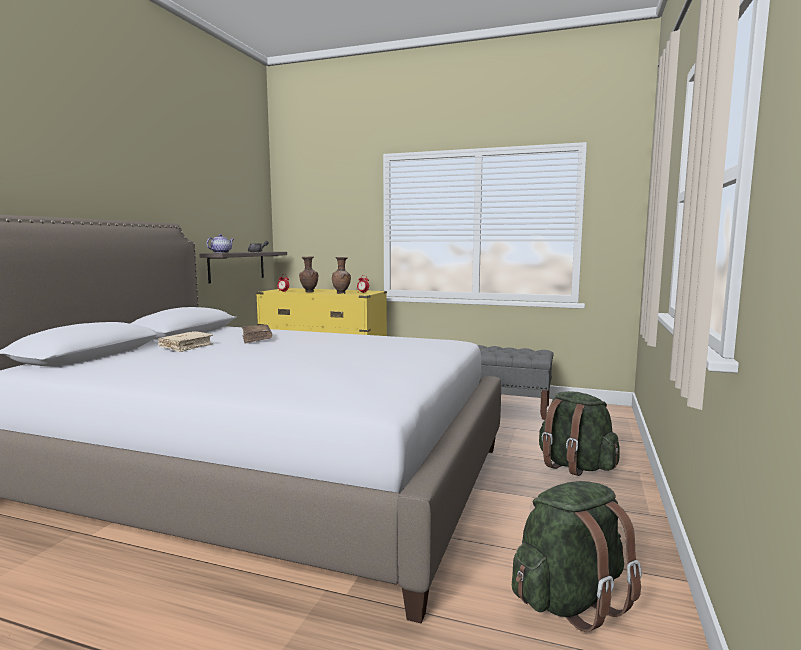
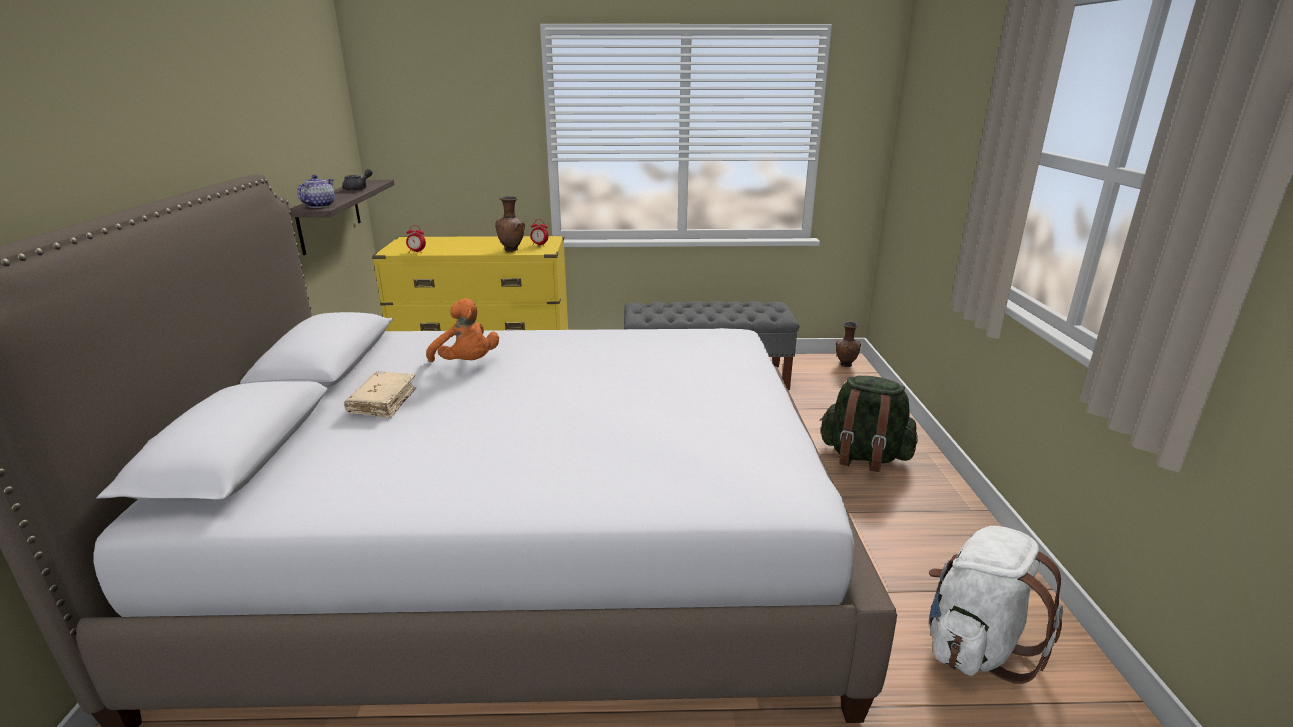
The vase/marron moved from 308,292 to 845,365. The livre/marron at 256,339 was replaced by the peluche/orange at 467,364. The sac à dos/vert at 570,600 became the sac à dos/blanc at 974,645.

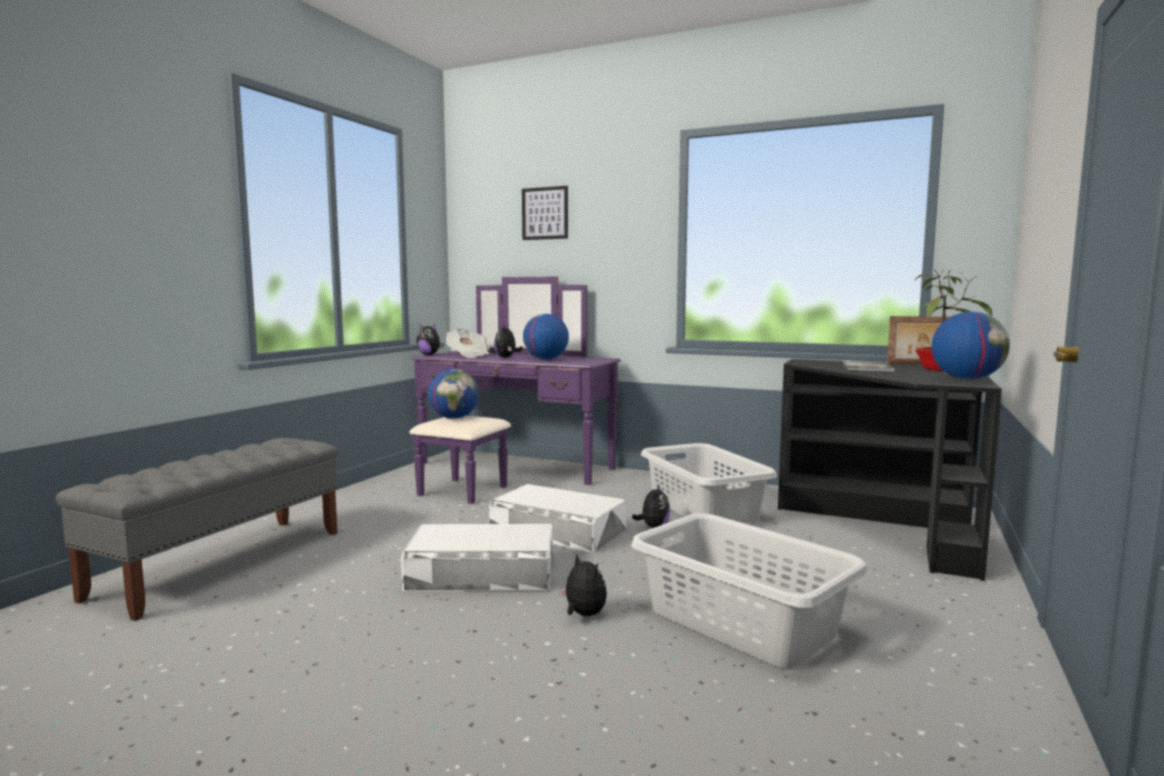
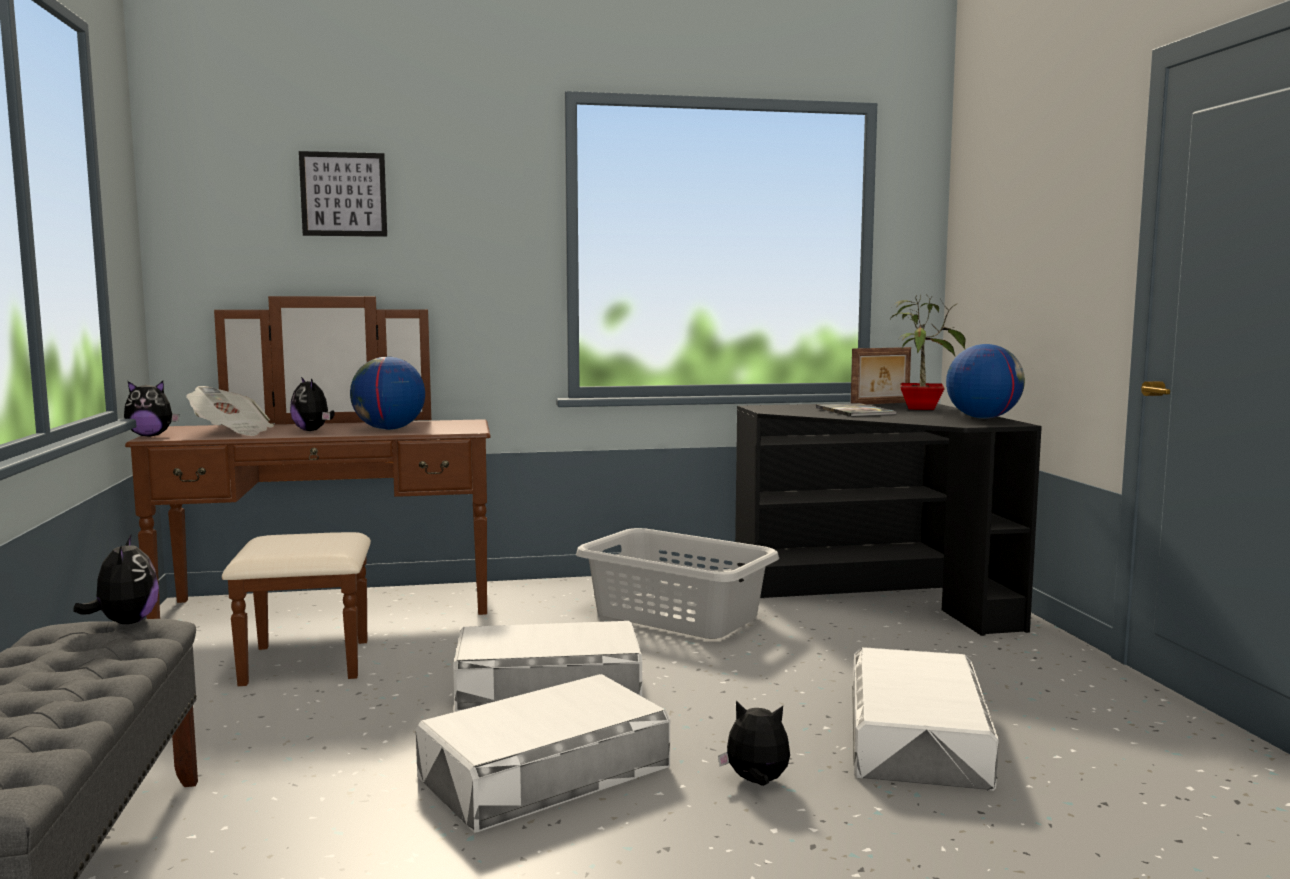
The commode/violet at 505,471 became the commode/marron at 326,618. The globe at 454,418 disappeared. The peluche moved from 653,527 to 125,623. The panier à linge/gris at 741,623 was replaced by the boîte de rangement/blanc at 917,737.

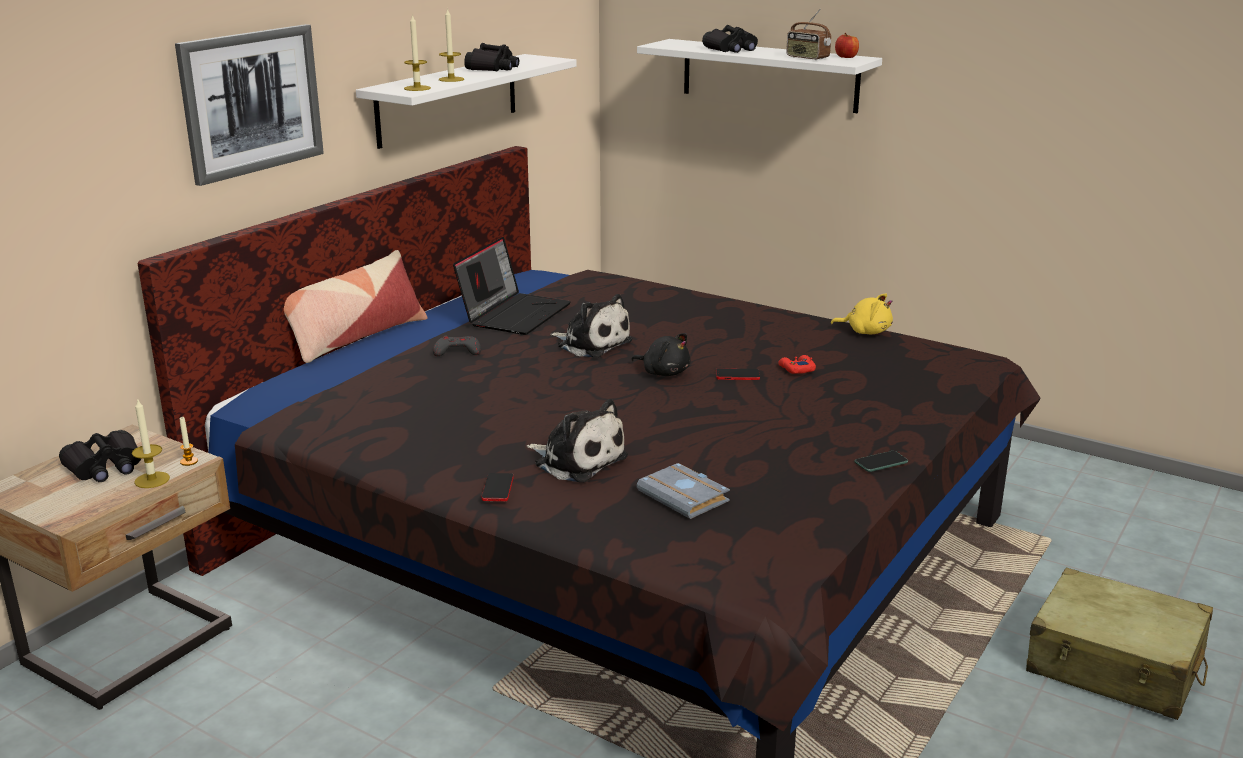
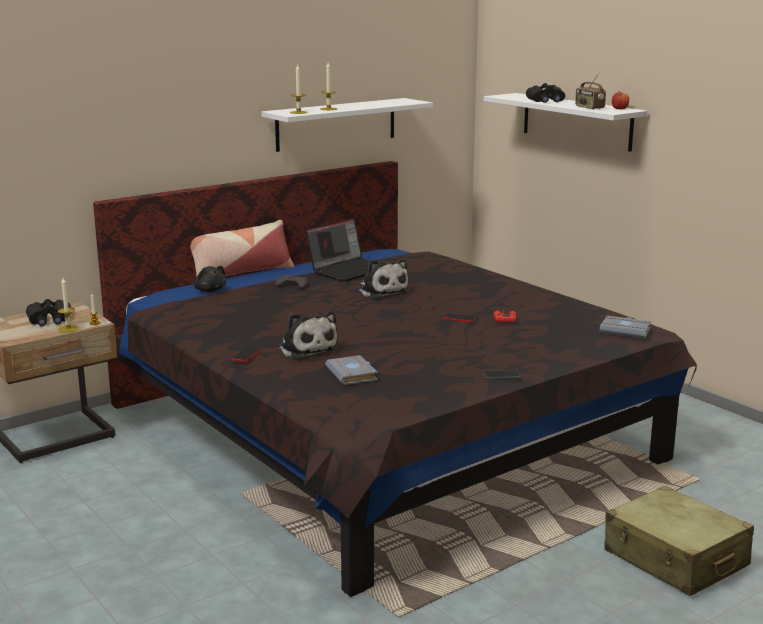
The tableau at 252,102 disappeared. The jumelles/noir at 493,68 disappeared. The peluche/jaune at 865,331 disappeared. The peluche/noir moved from 664,372 to 210,290. The livre/gris at 626,331 appeared.

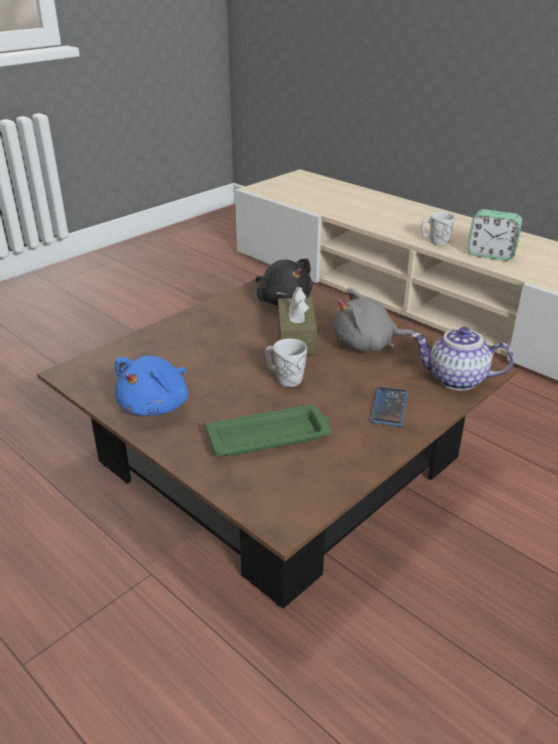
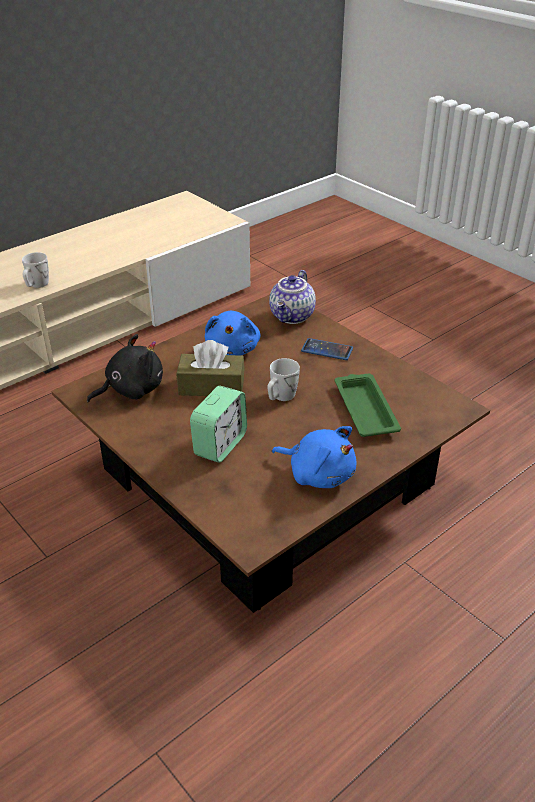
The réveil moved from 491,254 to 220,445. The peluche/gris at 367,345 became the peluche/bleu at 233,349.

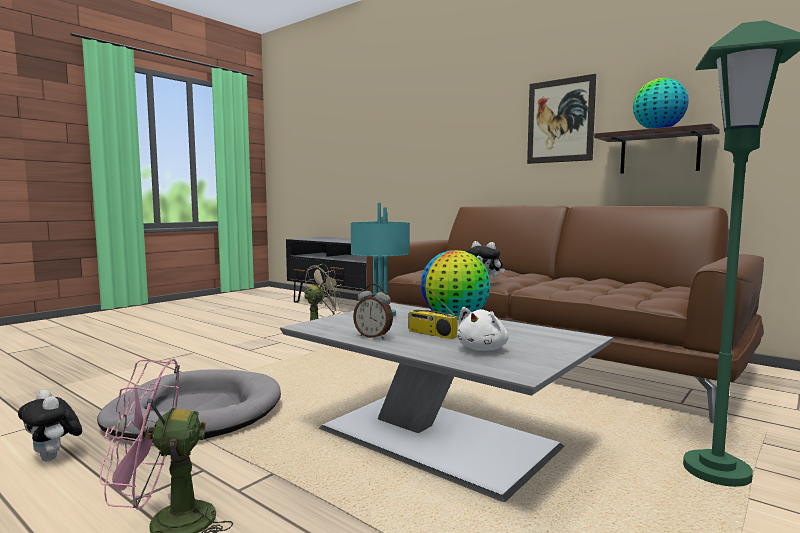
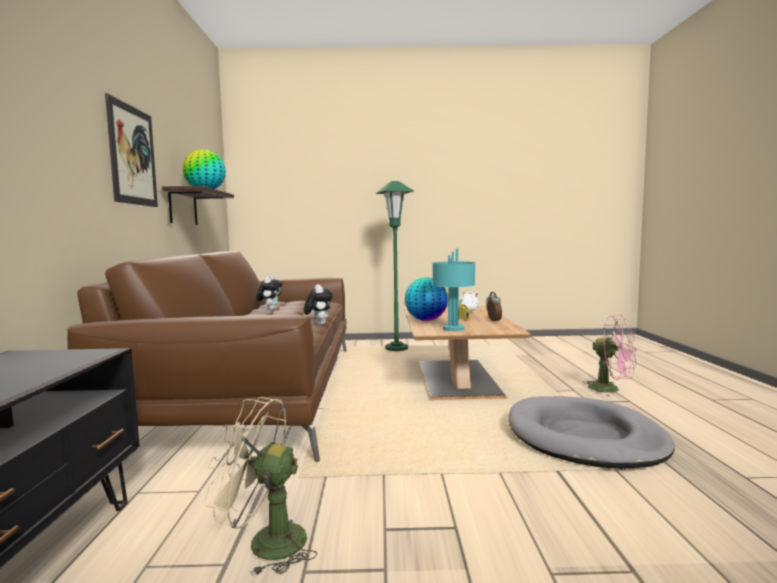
The table basse/gris at 441,439 became the table basse/marron at 455,378. The peluche moved from 54,458 to 270,309.

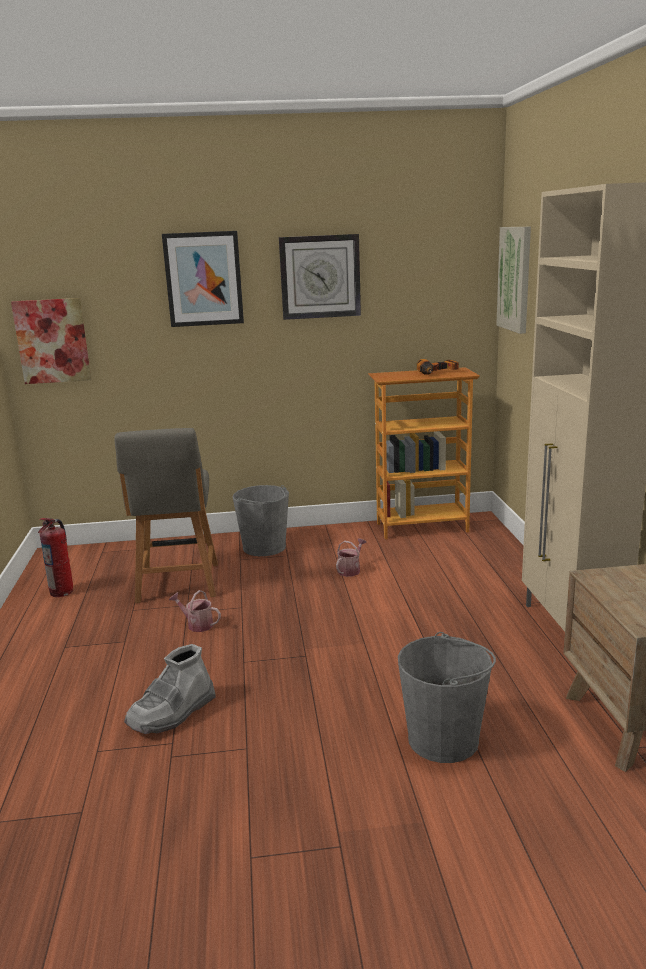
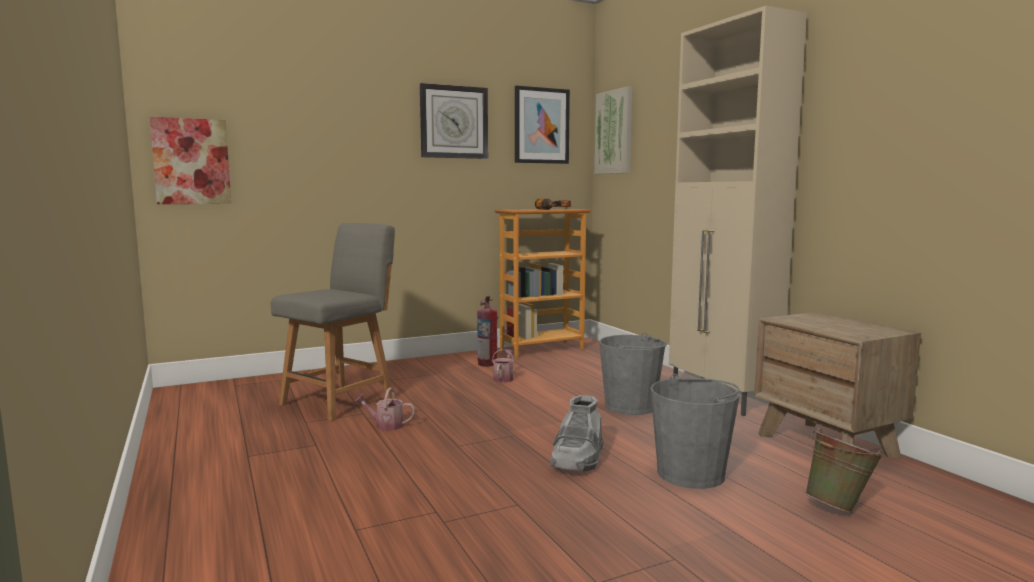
The tableau moved from 203,279 to 541,126. The chaise/gris at 178,584 turned 120 degrees counterclockwise. The seau/gris moved from 264,547 to 630,406. The extincteur moved from 62,591 to 487,364. The botte/gris moved from 172,713 to 577,459. The seau/vert at 839,507 appeared.

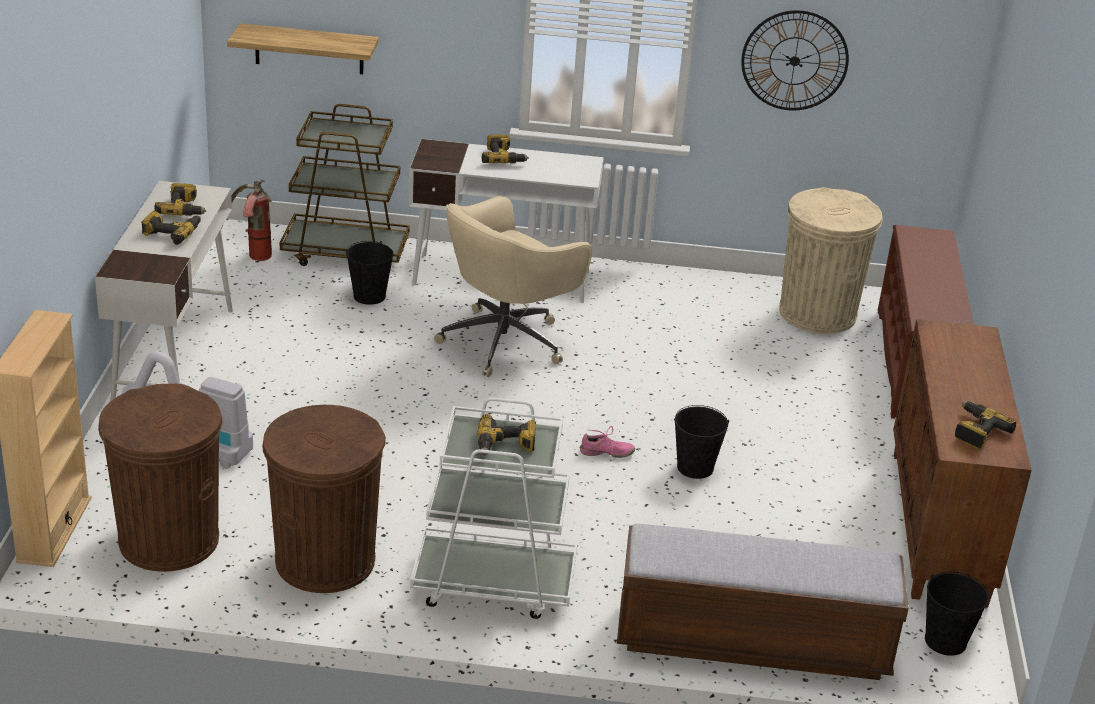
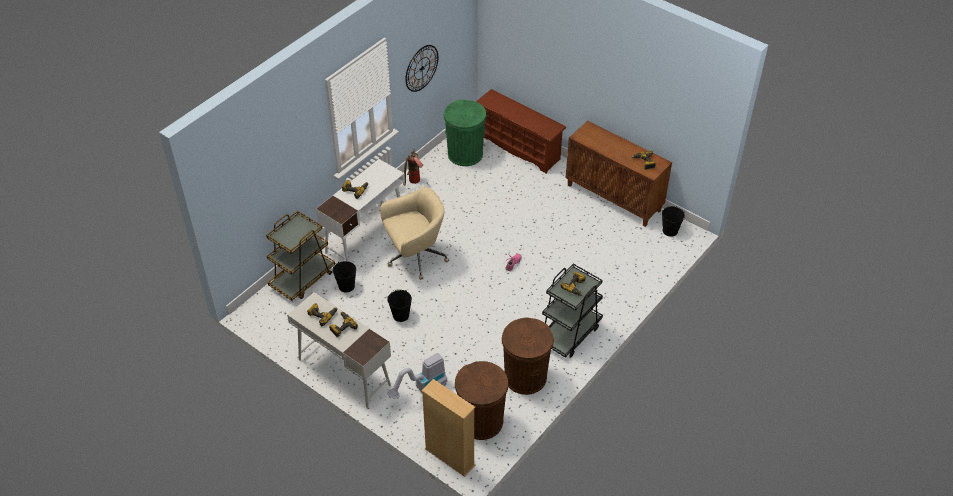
The étagère at 309,49 disappeared. The extincteur moved from 251,256 to 413,183. The poubelle/beige at 817,313 became the poubelle/vert at 465,154. The chaise de bureau/beige at 506,341 turned 105 degrees counterclockwise. The chariot/blanc at 493,584 became the chariot/noir at 569,333. The seau/noir moved from 695,468 to 401,315. The banc at 752,641 disappeared.

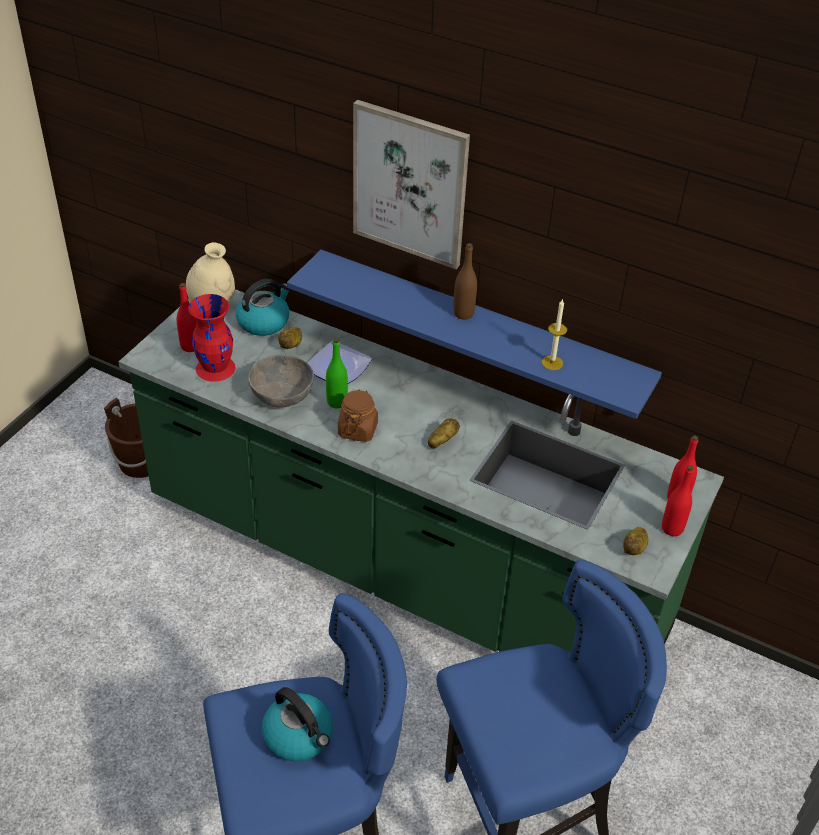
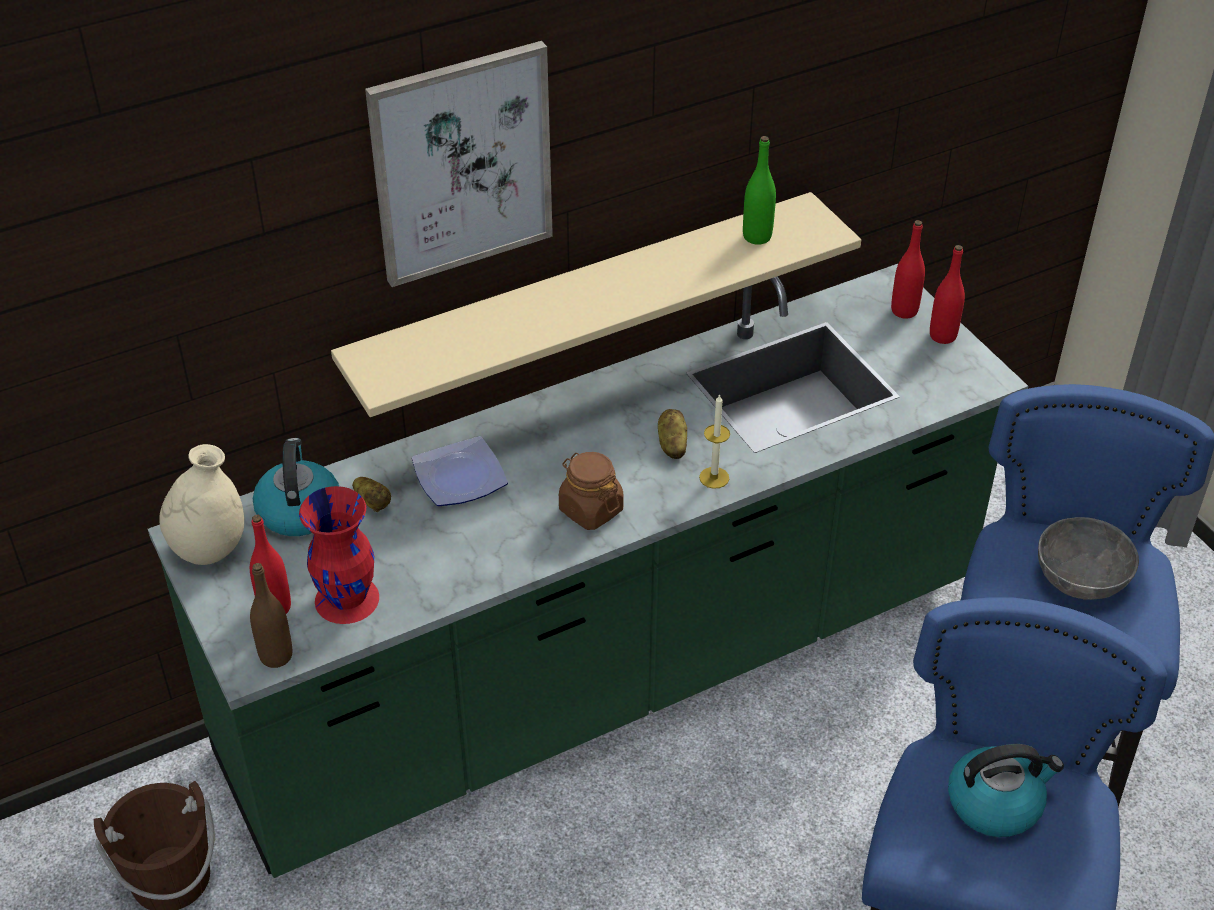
The bouteille/marron moved from 463,313 to 276,656. The étagère/bleu at 480,332 became the étagère/beige at 584,303. The bougie moved from 552,363 to 714,477. The bouteille/vert moved from 337,402 to 757,236. The bol/gris moved from 282,395 to 1080,578. The pomme de terre at 634,548 disappeared.

